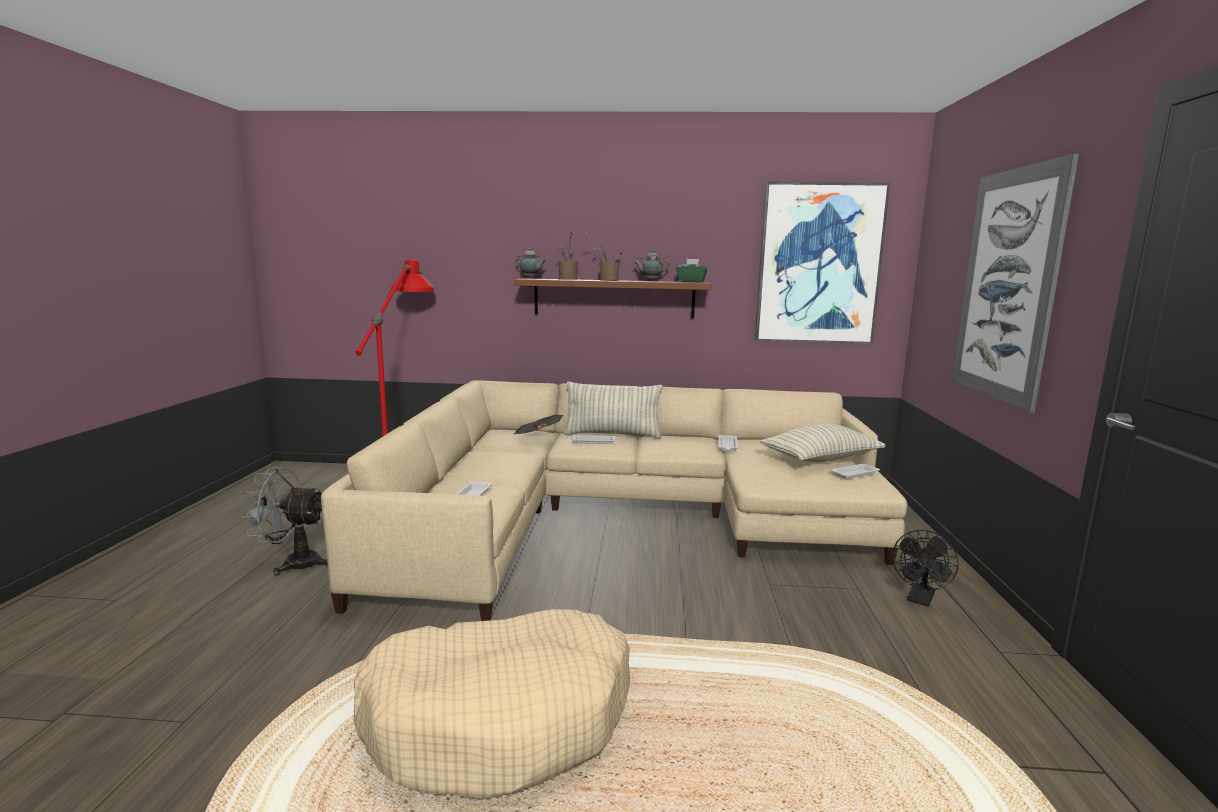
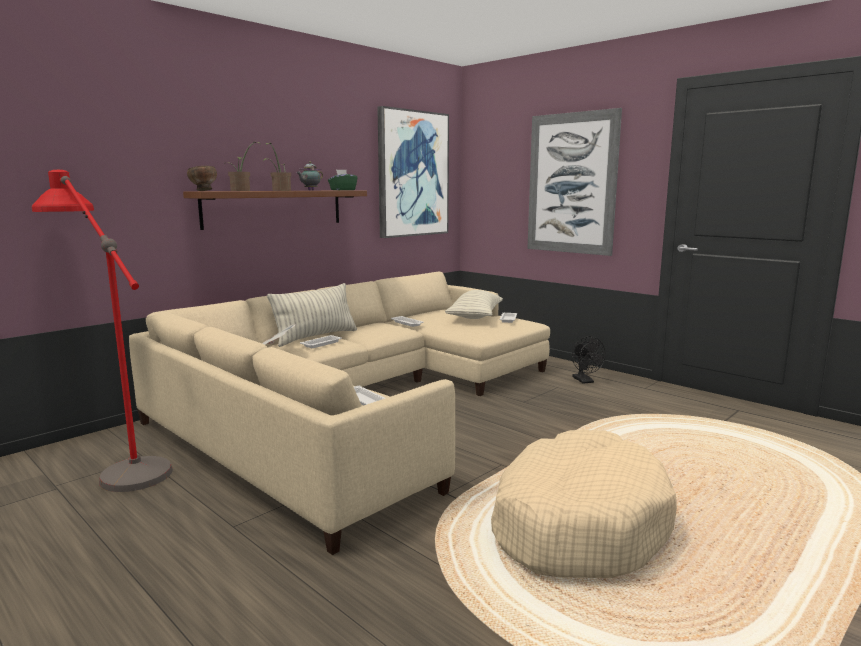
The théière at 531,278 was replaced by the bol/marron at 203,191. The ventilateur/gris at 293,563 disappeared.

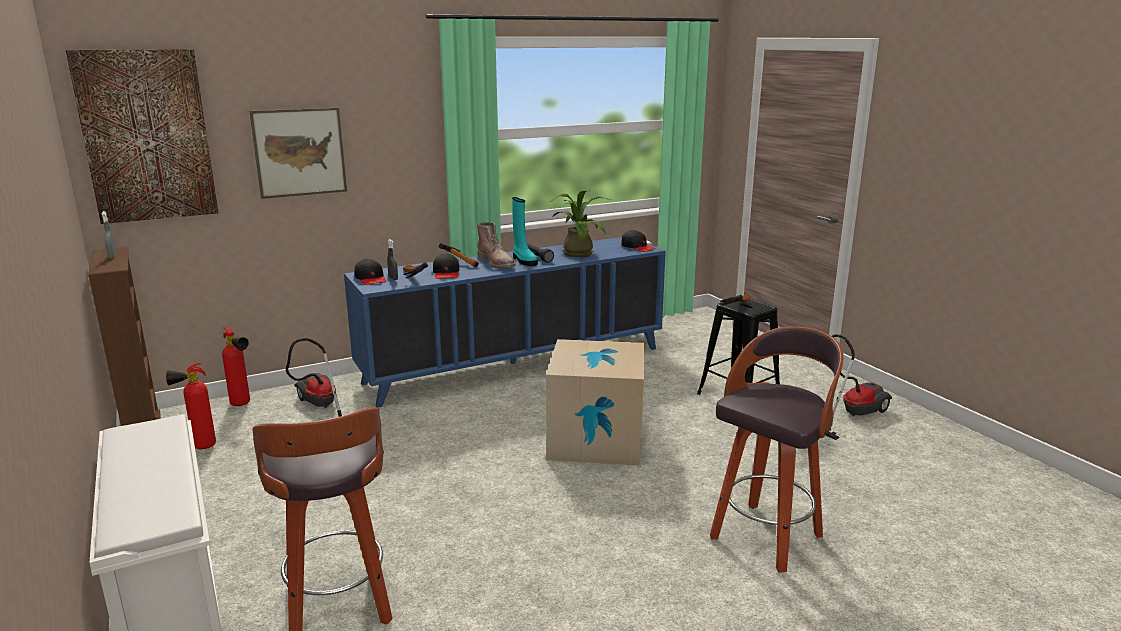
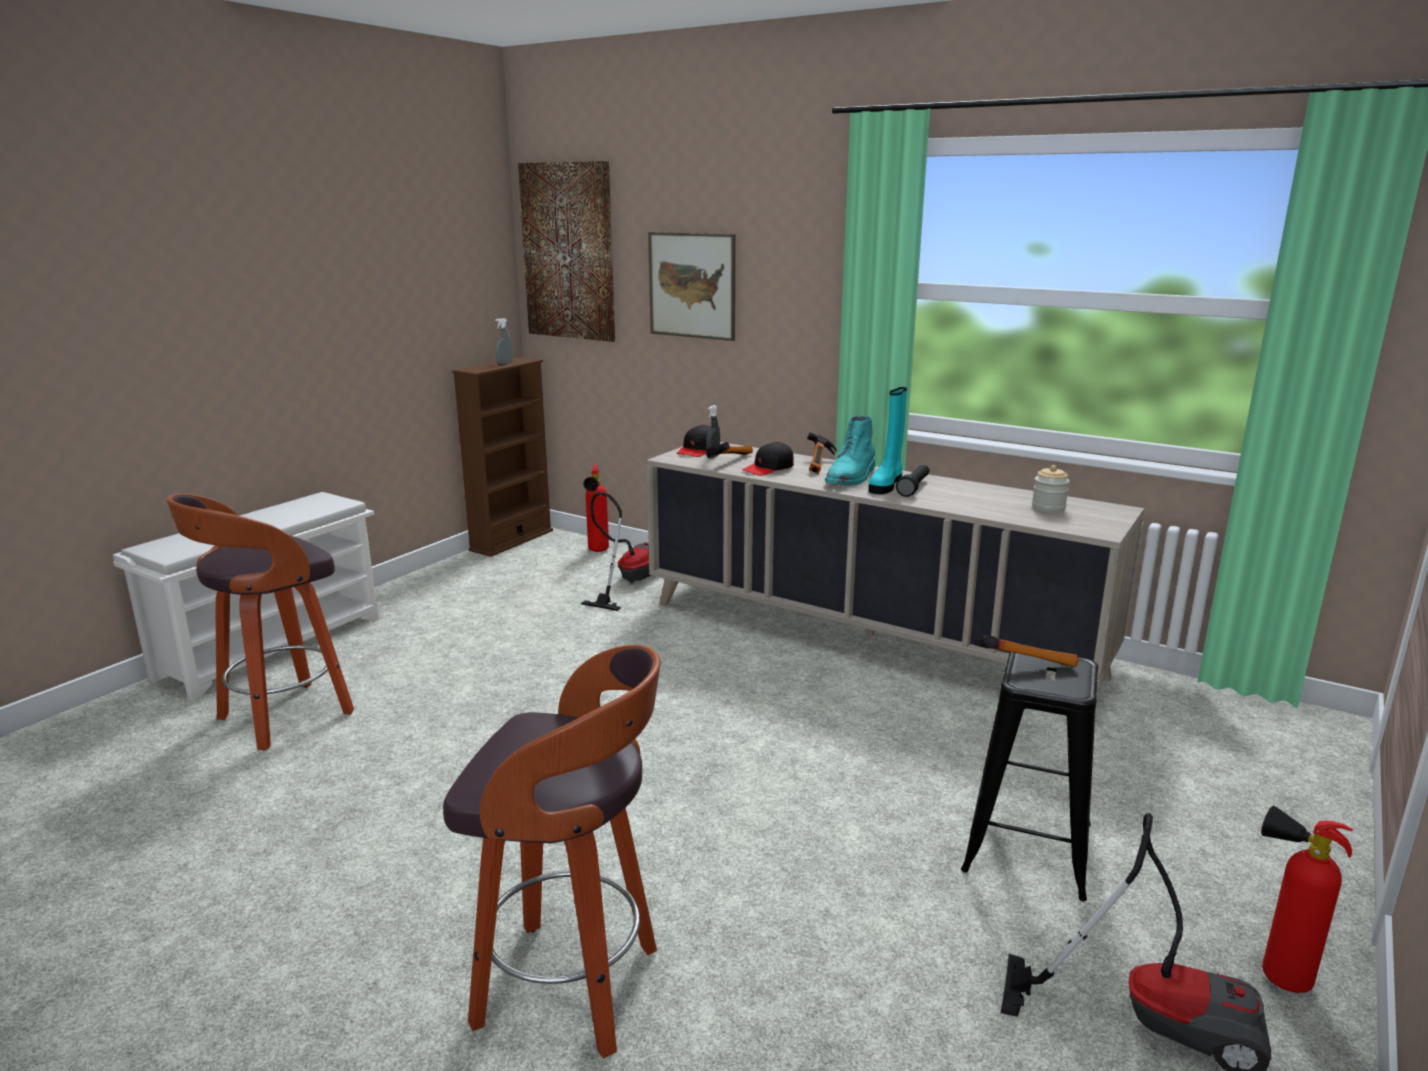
The plante en pot at 577,252 disappeared. The botte/marron at 497,263 became the botte/turquoise at 851,477. The casquette/noir at 637,247 disappeared. The meuble de rangement/bleu at 515,365 became the meuble de rangement/beige at 866,637. The carton at 596,440 disappeared. The extincteur moved from 199,447 to 1274,974. The bocal at 1048,508 appeared.

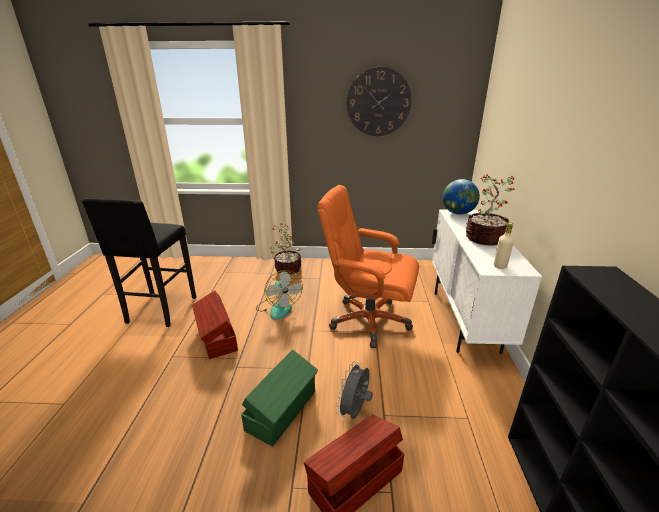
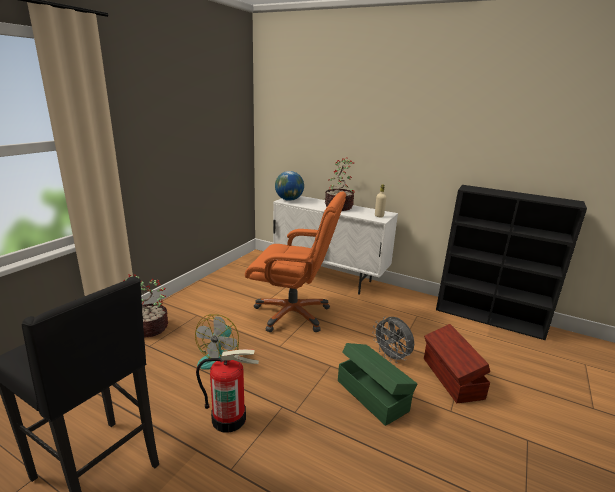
The horloge murale at 378,102 disappeared. The chaise de bureau/orange at 368,321 turned 120 degrees counterclockwise. The ventilateur at 278,307 turned 105 degrees clockwise. The boîte de rangement/marron at 217,337 was replaced by the extincteur at 229,418.

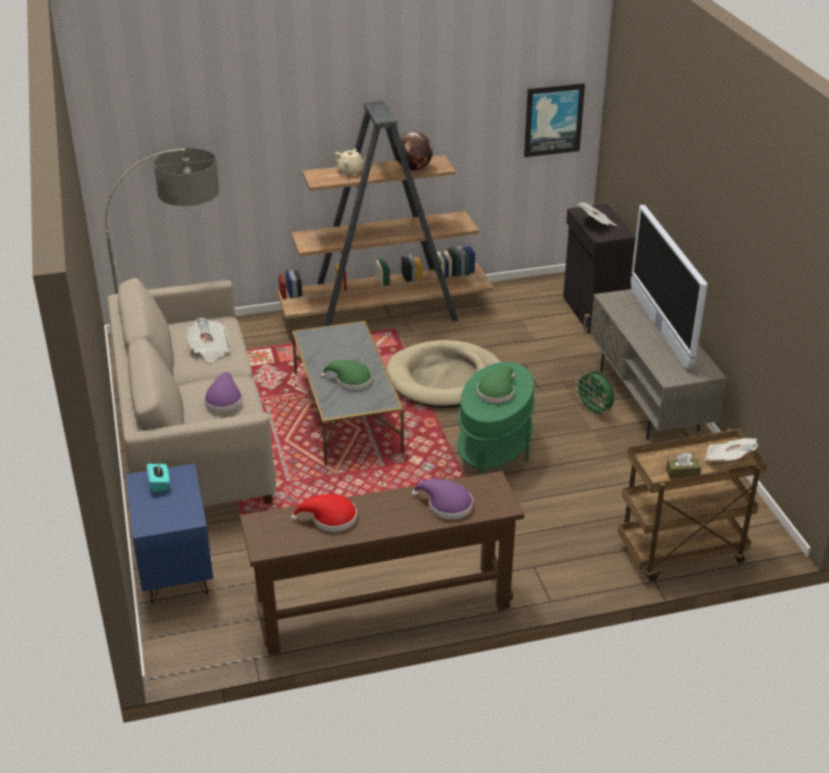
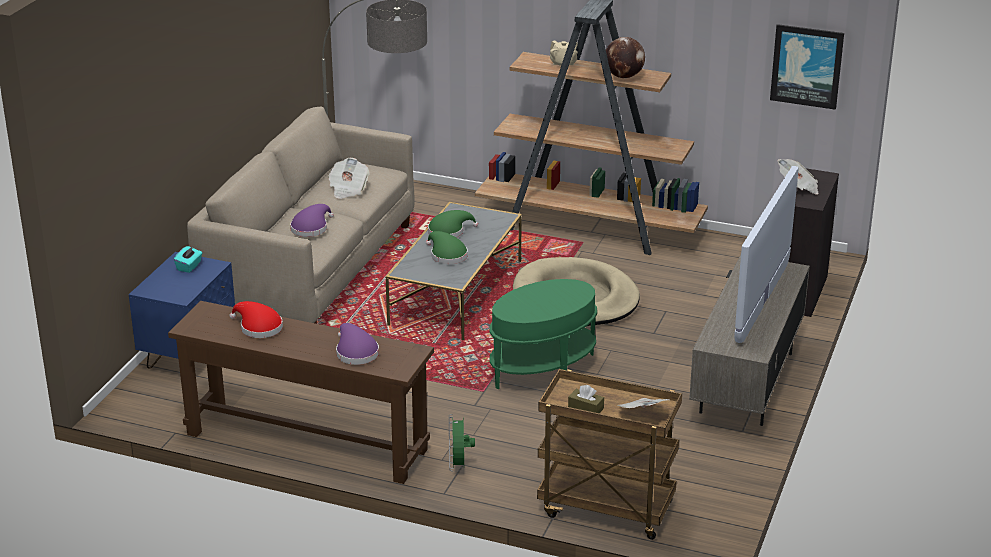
The chapeau/vert moved from 497,391 to 448,231. The ventilateur/vert moved from 594,411 to 458,465.

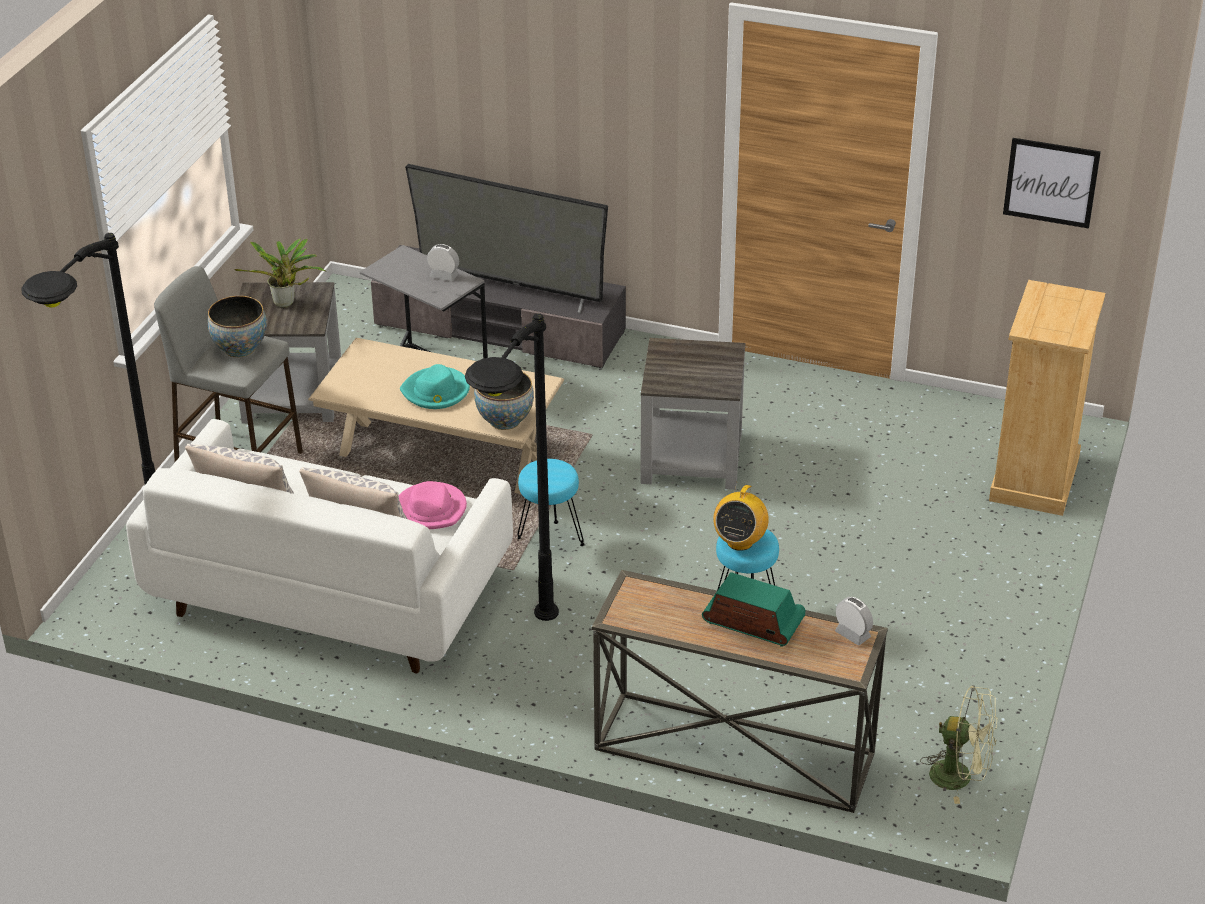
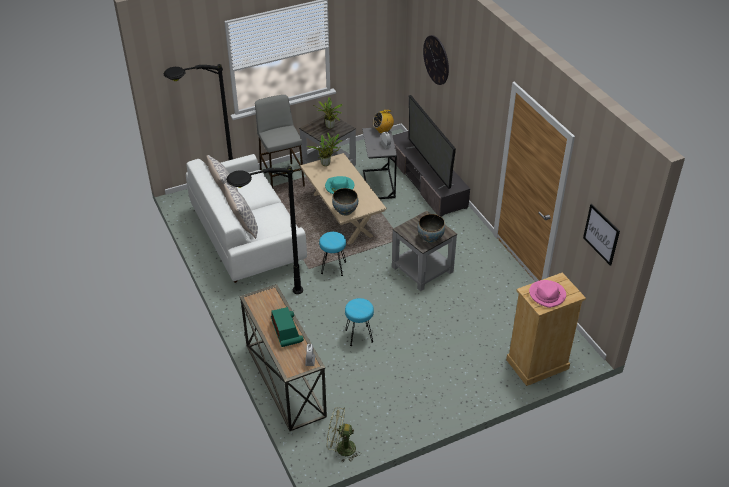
The bol moved from 240,348 to 430,238. The chapeau/rose moved from 431,509 to 547,295. The radio moved from 740,541 to 383,130. The ventilateur/vert at 960,777 turned 120 degrees clockwise. The horloge murale at 436,60 appeared. The plante en pot at 327,164 appeared.

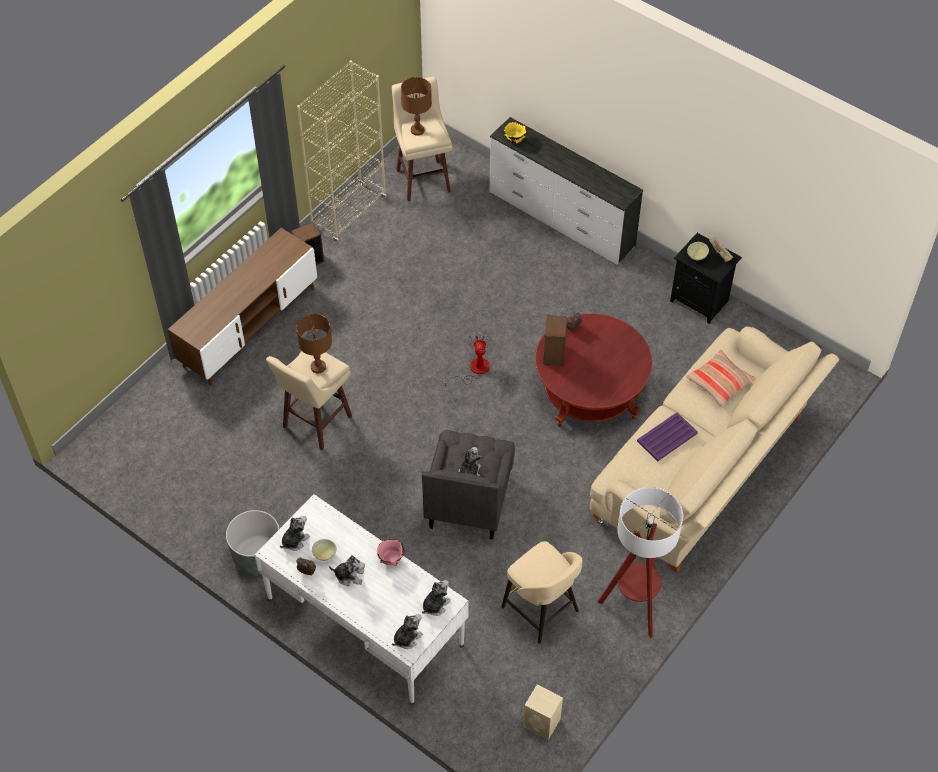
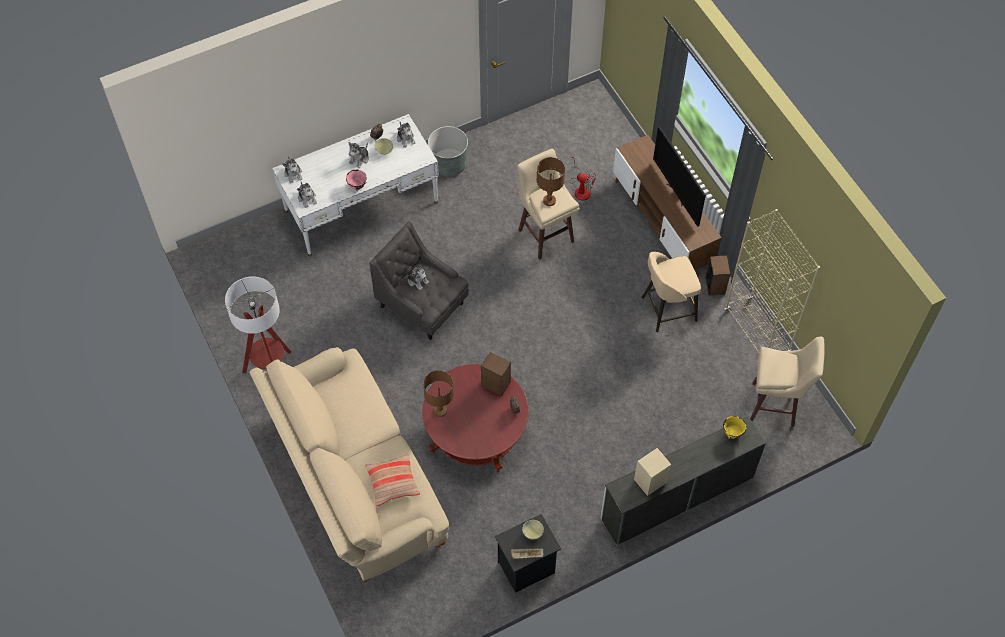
The lampe de table/marron moved from 417,130 to 440,410. The ventilateur moved from 473,370 to 581,188. The plateau/violet at 666,437 disappeared. The tabouret/beige moved from 541,610 to 667,309. The enceinte/beige moved from 542,723 to 649,481. The téléviseur at 677,194 appeared.

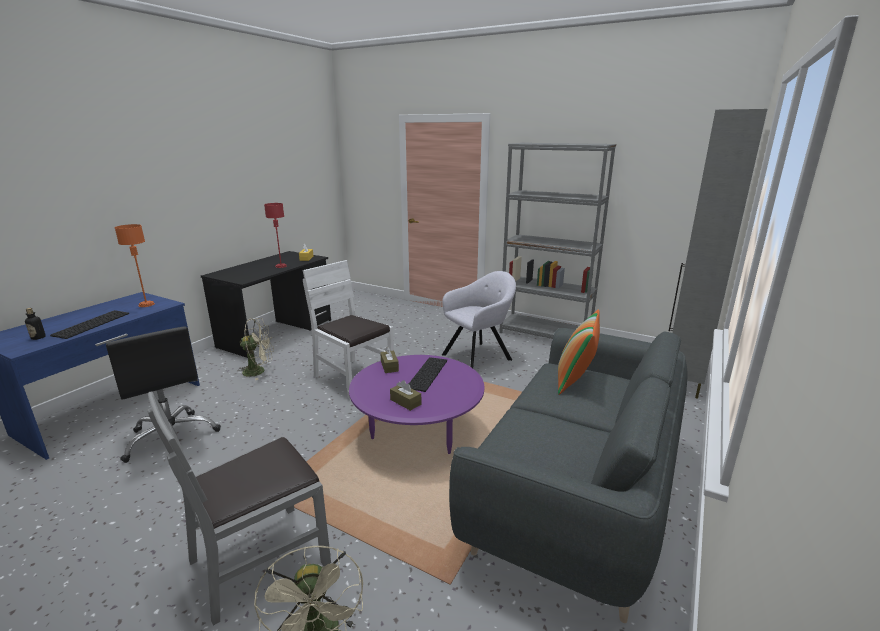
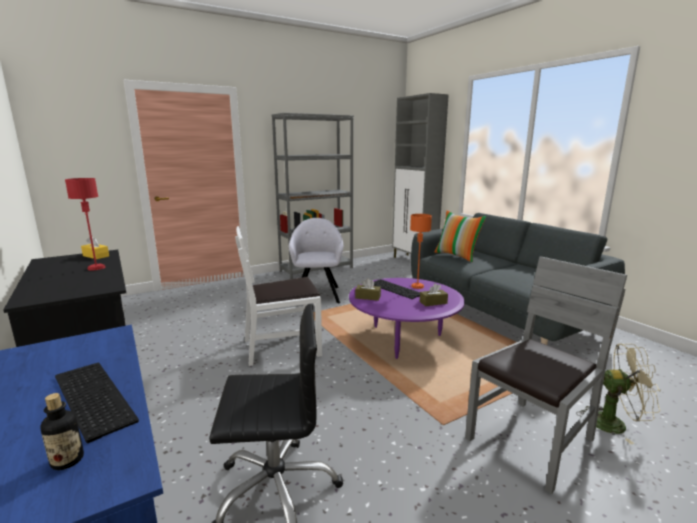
The lampe de table/orange moved from 146,304 to 417,286. The ventilateur/beige at 259,371 disappeared. The chaise/gris at 259,559 turned 120 degrees counterclockwise.

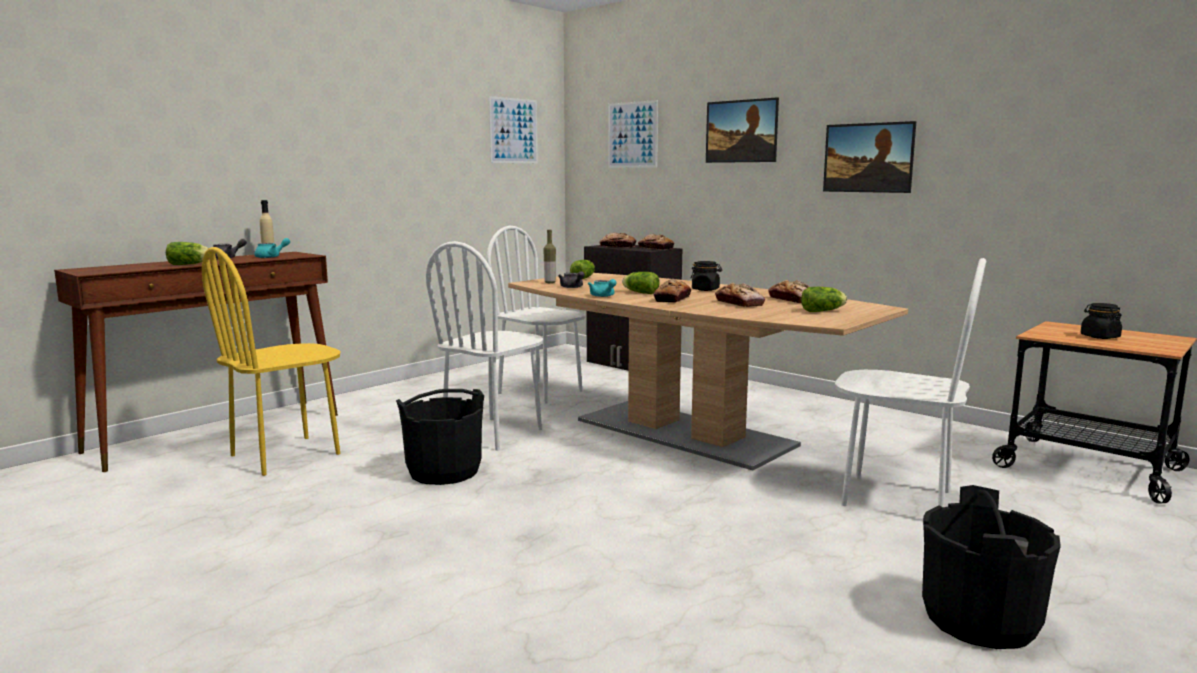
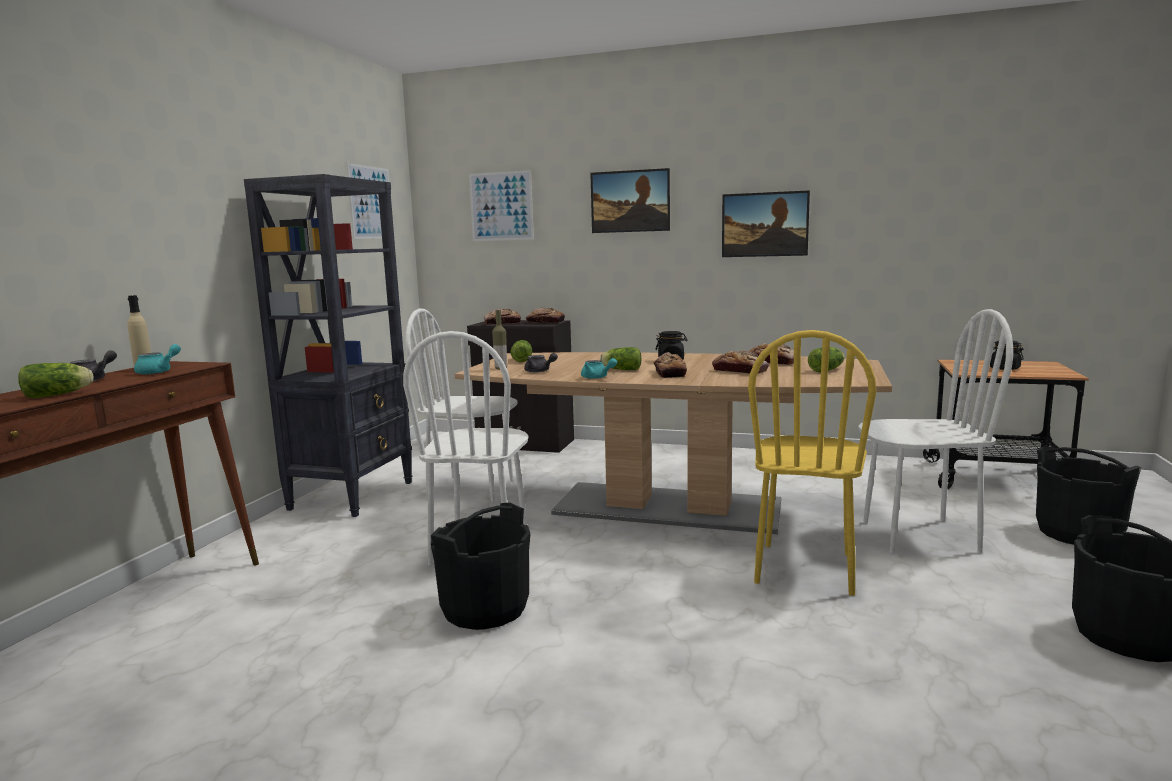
The chaise/jaune moved from 286,455 to 805,568. The bibliothèque/noir at 353,495 appeared. The seau/noir at 1079,533 appeared.

